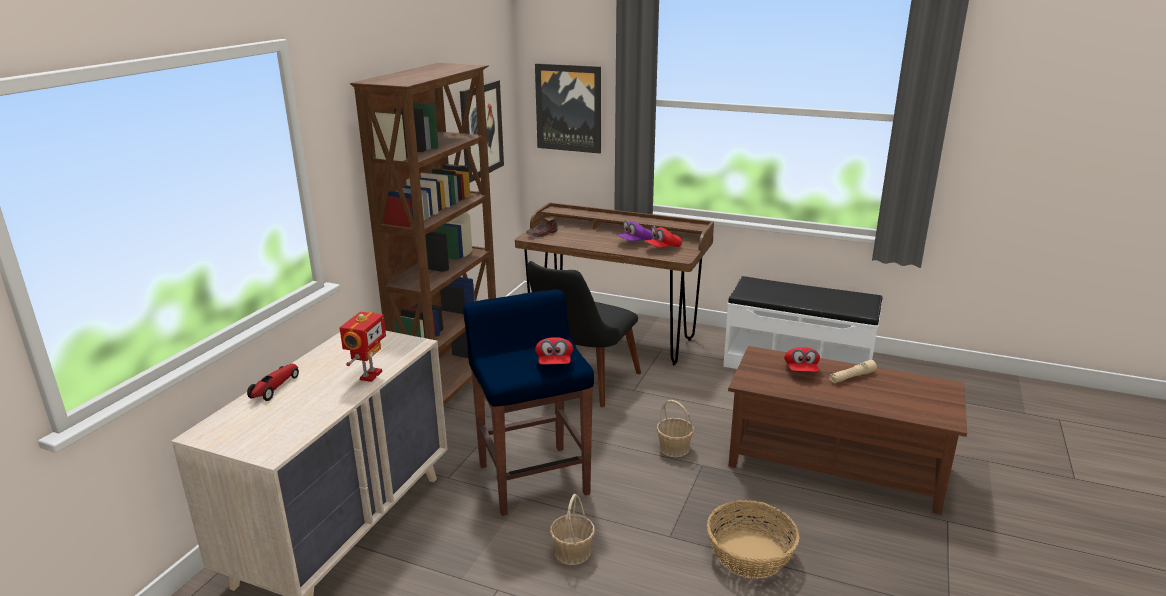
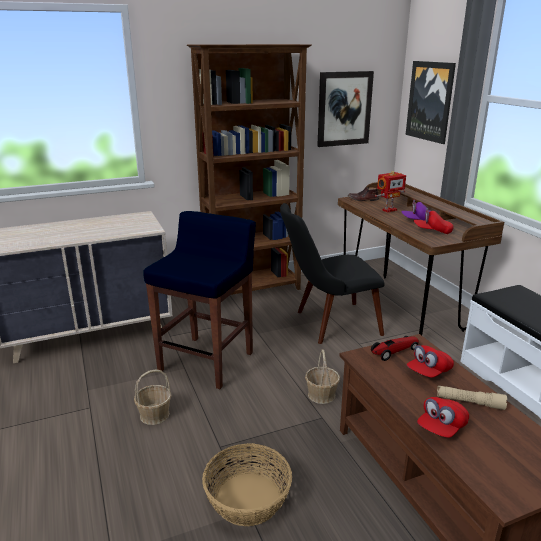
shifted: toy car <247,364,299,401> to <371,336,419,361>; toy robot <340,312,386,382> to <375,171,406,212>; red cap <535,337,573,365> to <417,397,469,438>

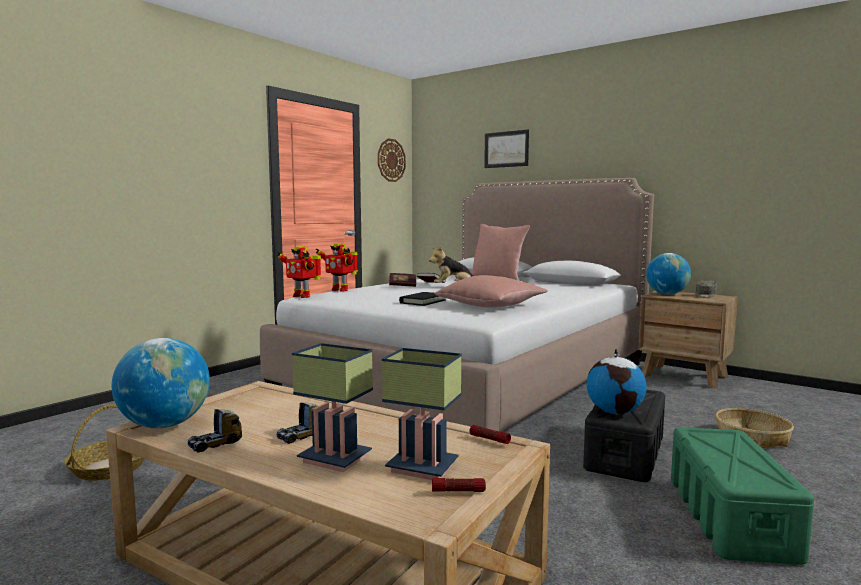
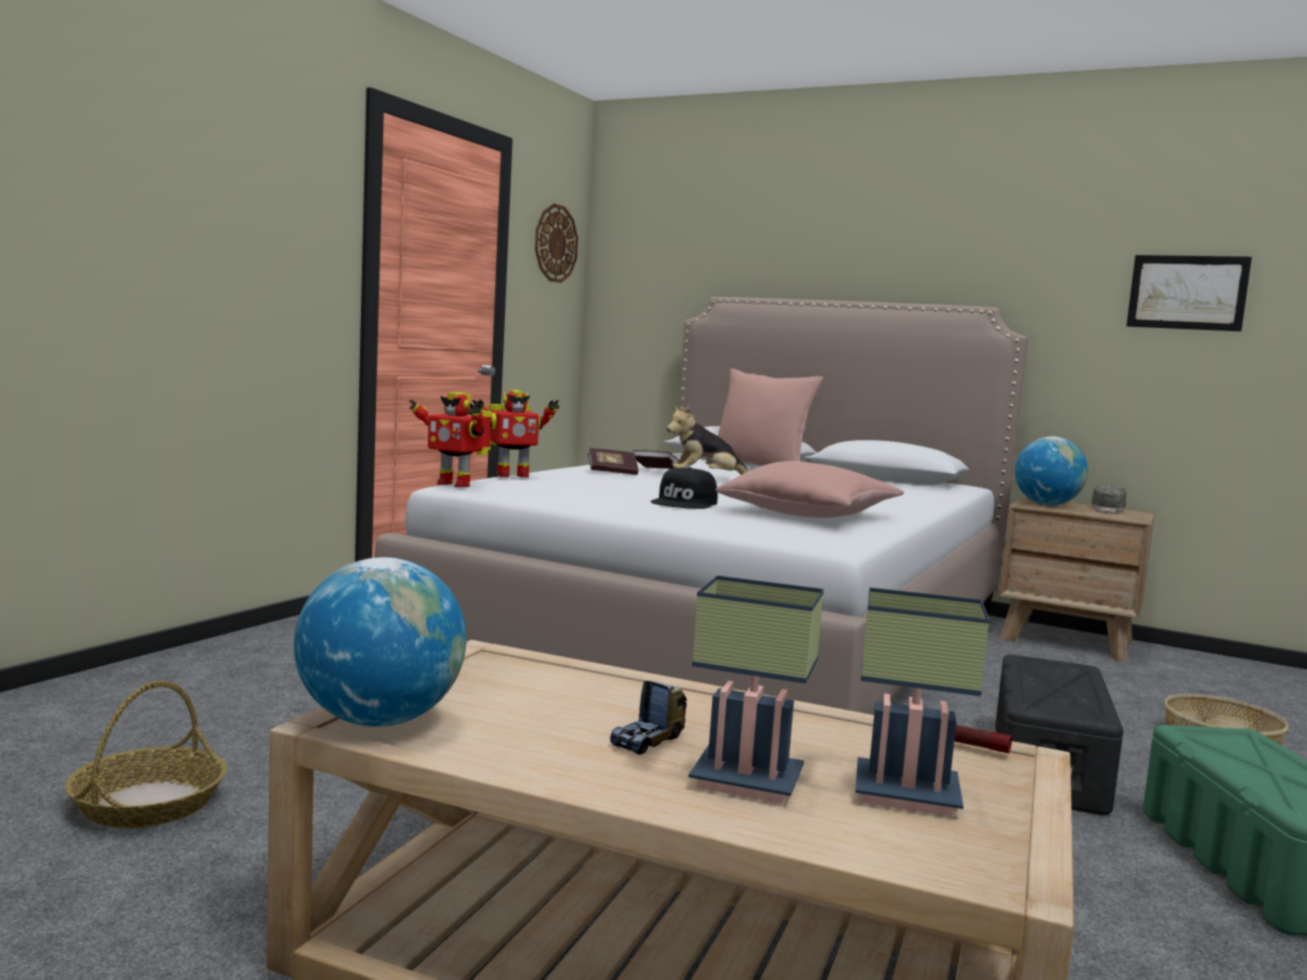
gone: toy truck <188,409,242,453>; flashlight <432,478,486,492>; globe <587,349,647,414>
shifted: picture <484,129,529,168> to <1127,255,1252,331>
swapped: black book <399,292,446,306> to black cap <651,467,718,509>
rotated: toy robot <316,243,358,292> = <472,390,559,478> 45 degrees counterclockwise

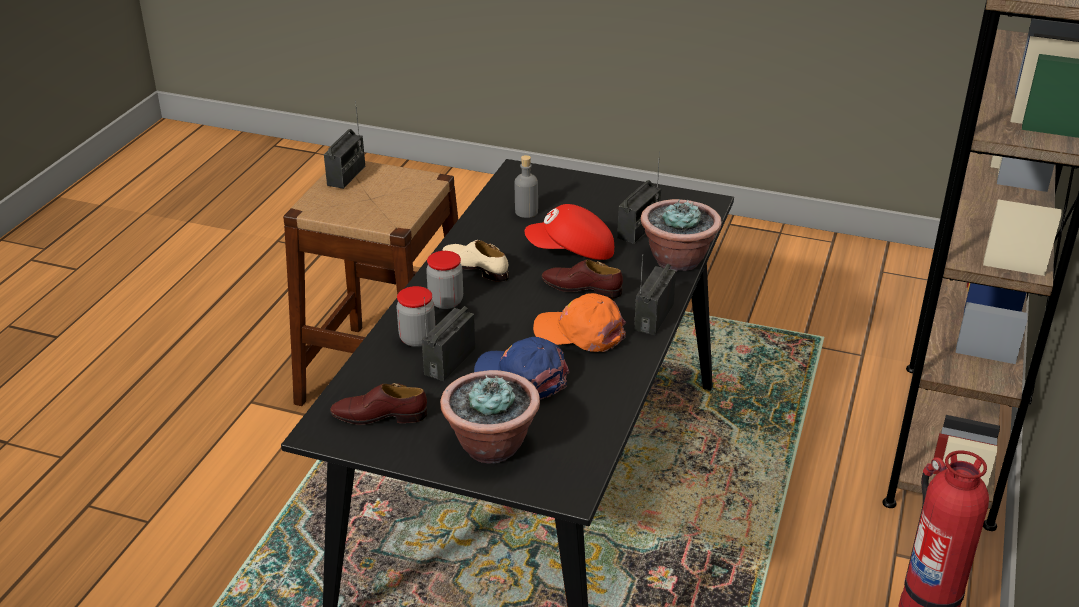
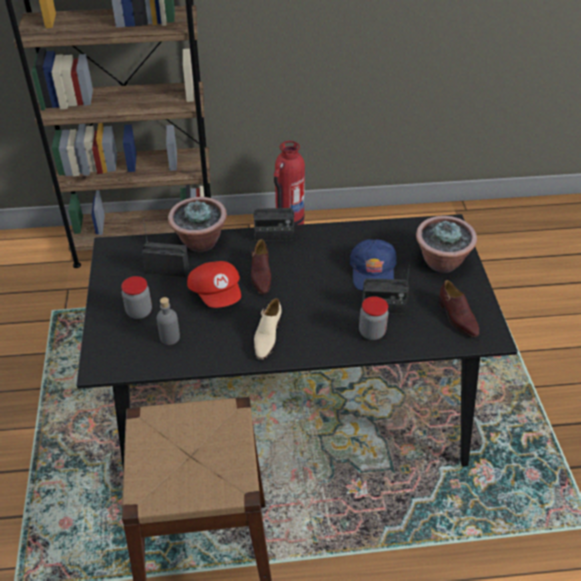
gone: radio <324,101,365,189>; orange cap <533,293,626,352>
shifted: jar <426,251,463,309> to <121,276,152,319>

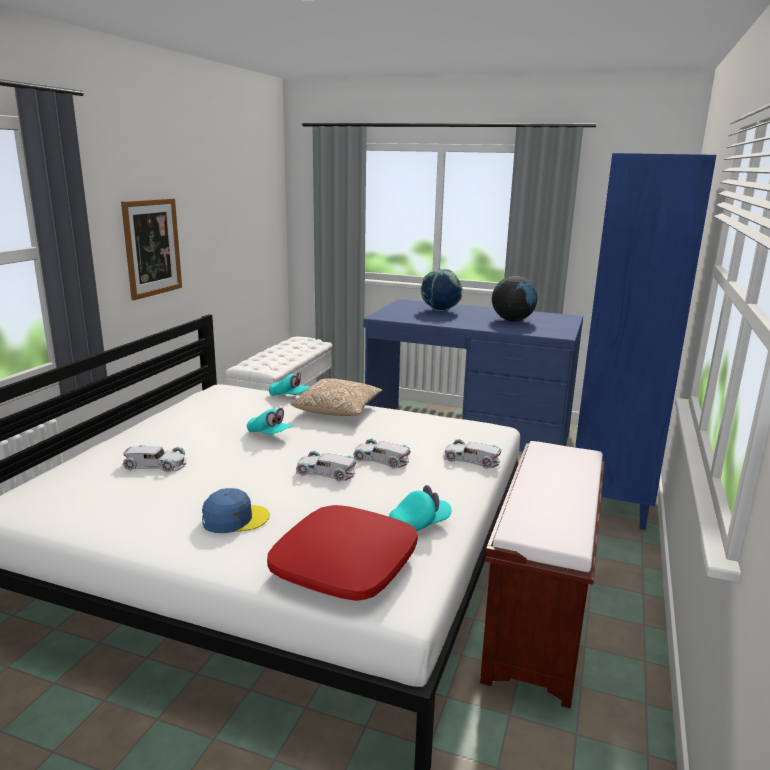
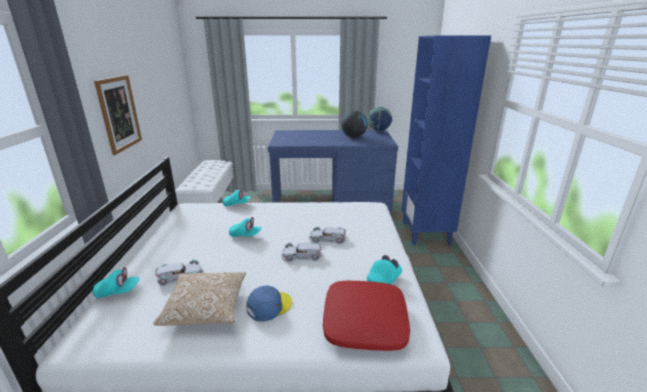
gone: white toy car <443,439,501,469>; brown bench <480,441,605,708>
new: turquoise cap <93,267,140,298>
shifted: pillow <291,378,382,416> to <153,272,246,326>; globe <421,269,463,311> to <368,107,393,132>

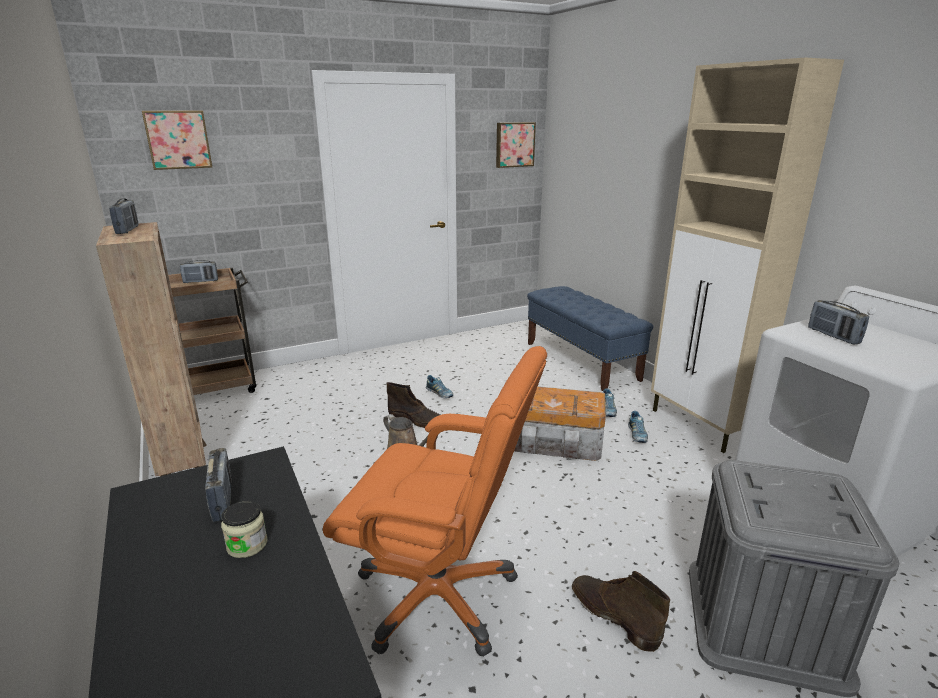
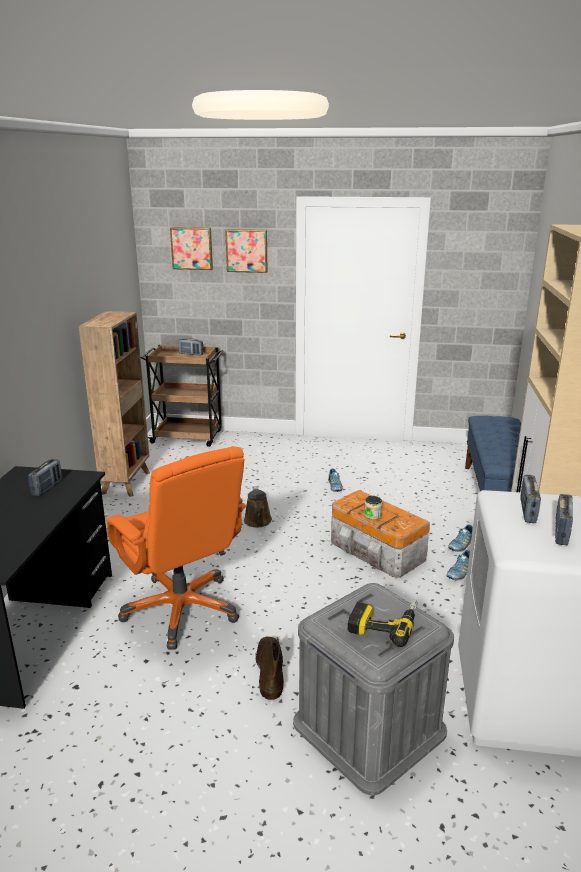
gone: brown boot <387,382,440,428>
new: power drill <348,600,418,647>
shifted: radio <109,198,139,234> to <555,494,573,545>; jar <221,501,268,558> to <364,496,382,520>; picture <496,122,536,168> to <225,229,268,273>

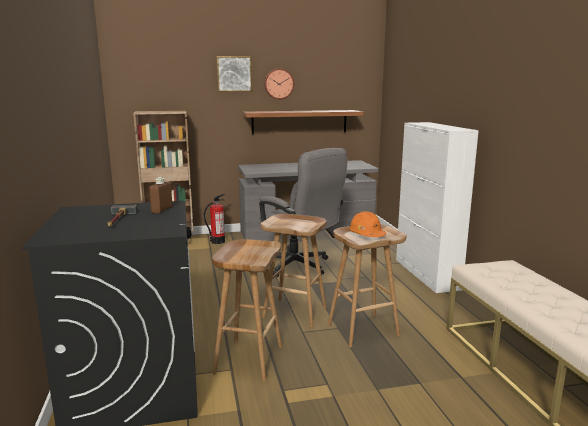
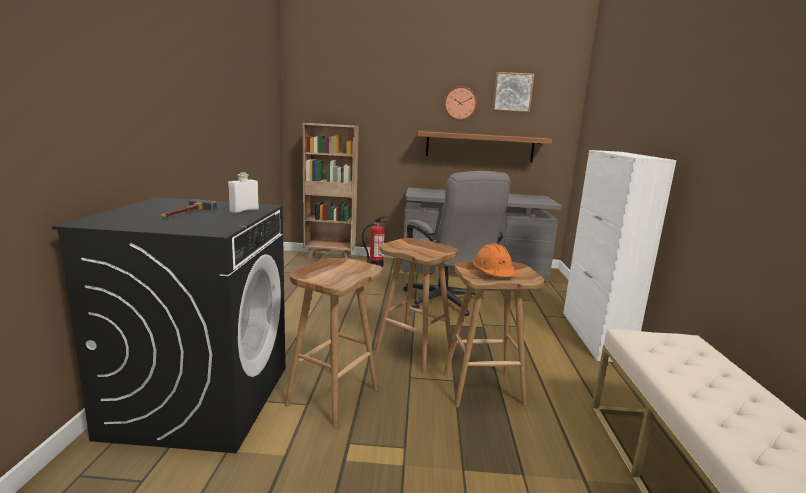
shifted: picture <216,56,252,92> to <492,72,534,113>
repainted: brown bottle <149,177,173,213> to white bottle <228,173,259,213>

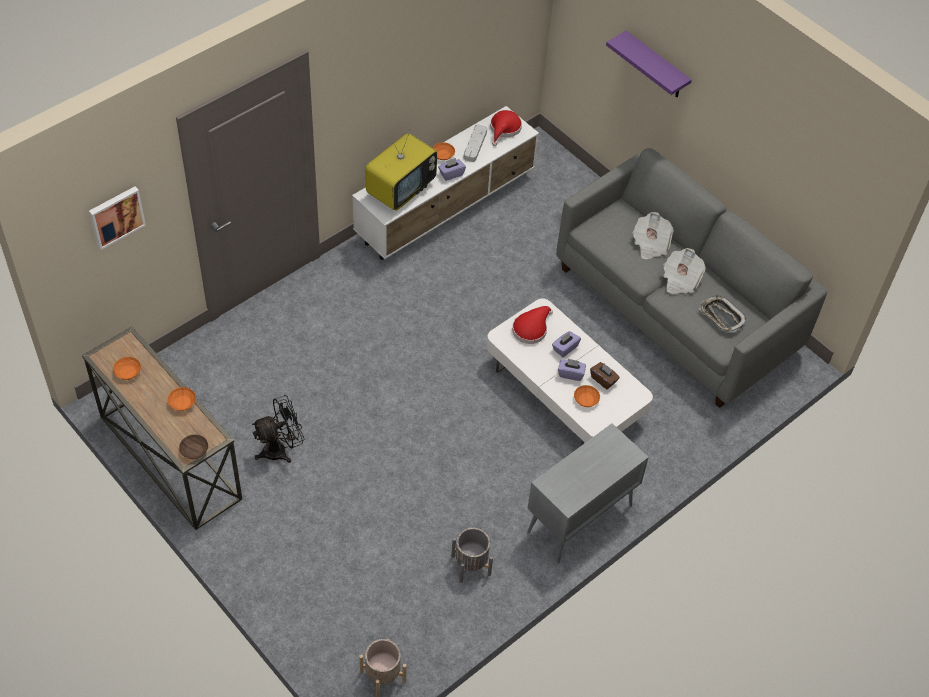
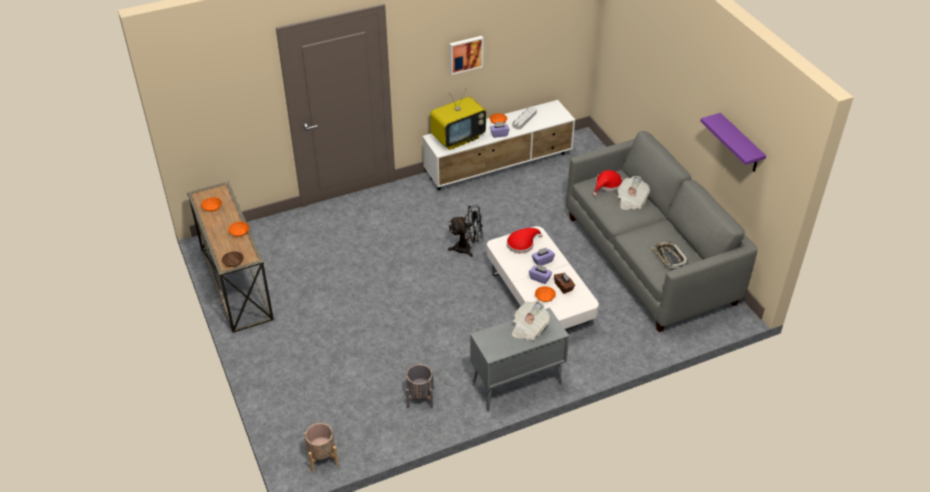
shifted: picture <89,186,146,250> to <449,36,483,75>; black fan <252,395,304,463> to <448,205,483,257>; red hat <490,110,522,146> to <593,170,622,196>; purple shelf <606,30,692,97> to <700,113,766,172>; newspaper <663,248,706,294> to <512,301,550,340>

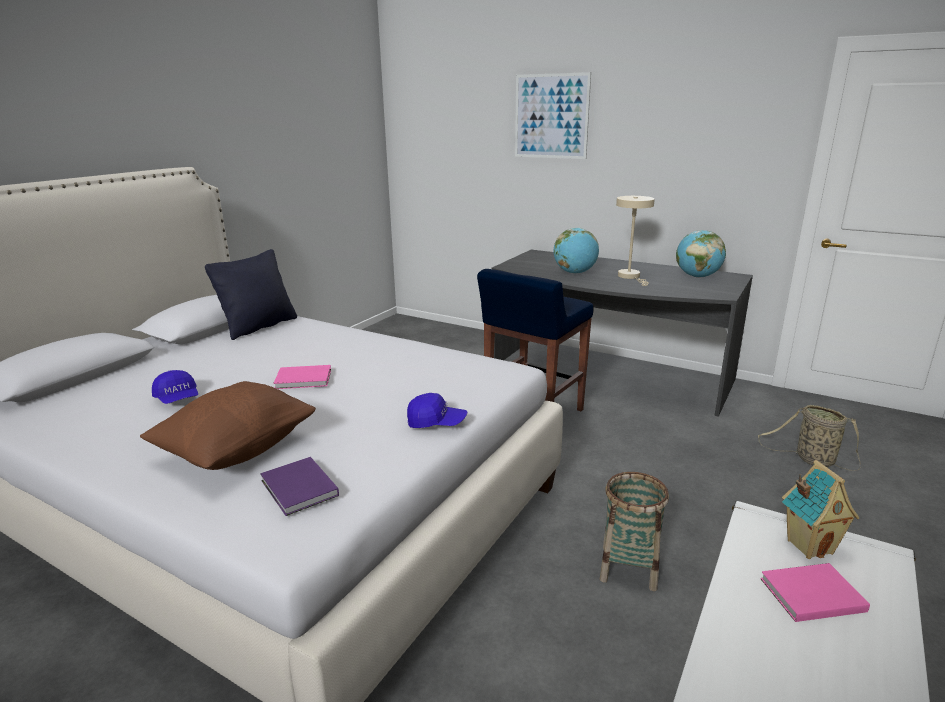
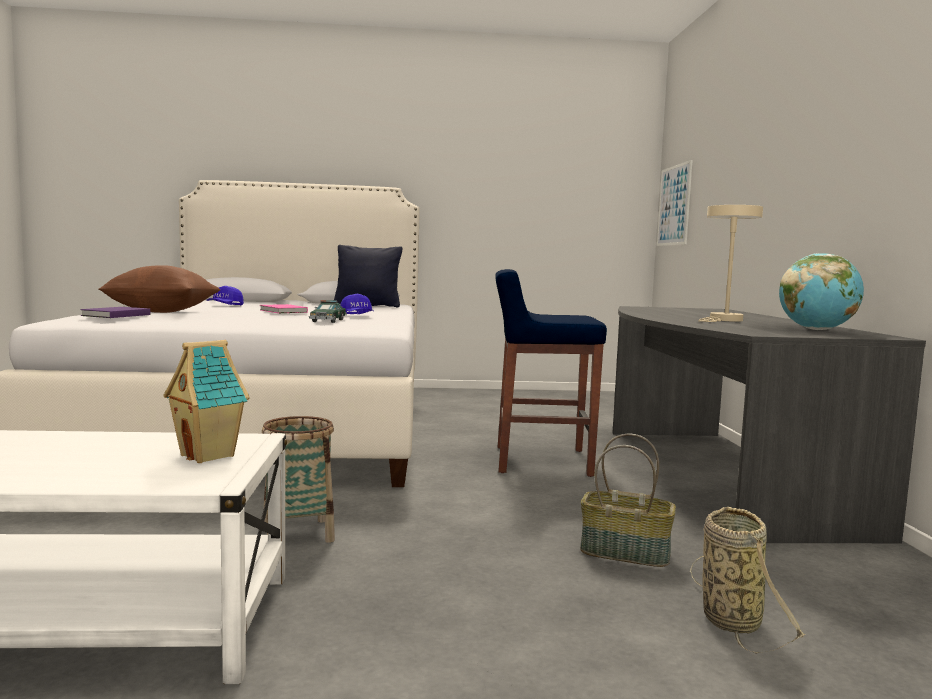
gone: globe <554,228,599,274>; pink book <760,563,870,622>
new: toy car <309,300,347,323>; basket <580,434,676,567>
shifted: blue cap <407,393,467,428> to <340,294,373,314>; picture <515,72,591,159> to <657,160,692,246>

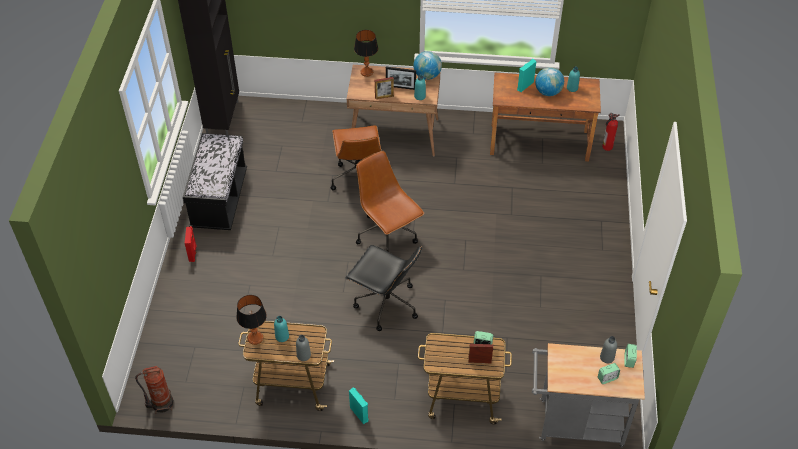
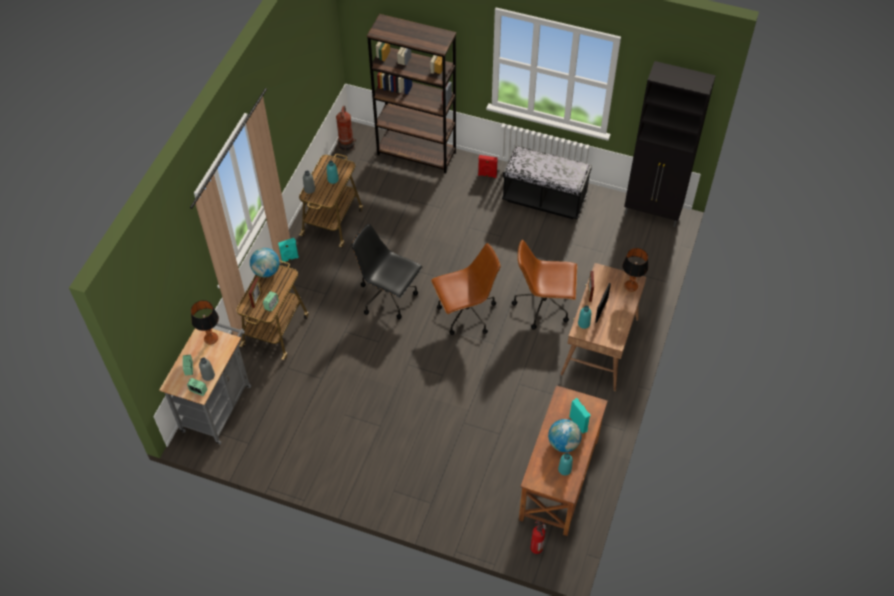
new: brown bookcase <367,14,456,173>
shifted: table lamp <236,295,267,345> to <191,300,219,345>; globe <413,51,442,80> to <250,248,280,277>
rotated: black office chair <345,245,422,331> = <352,224,423,319> 75 degrees clockwise

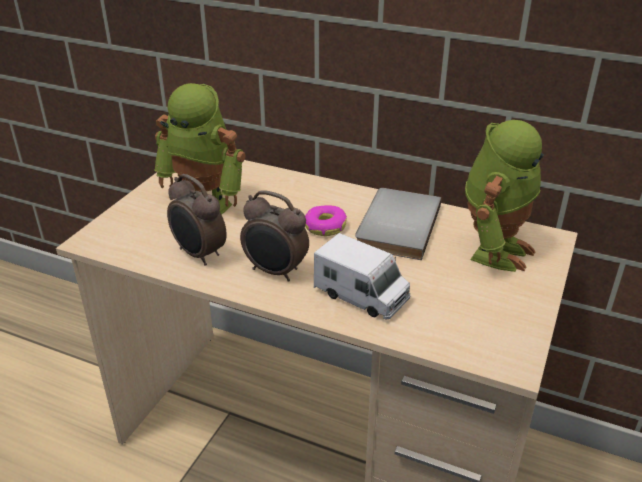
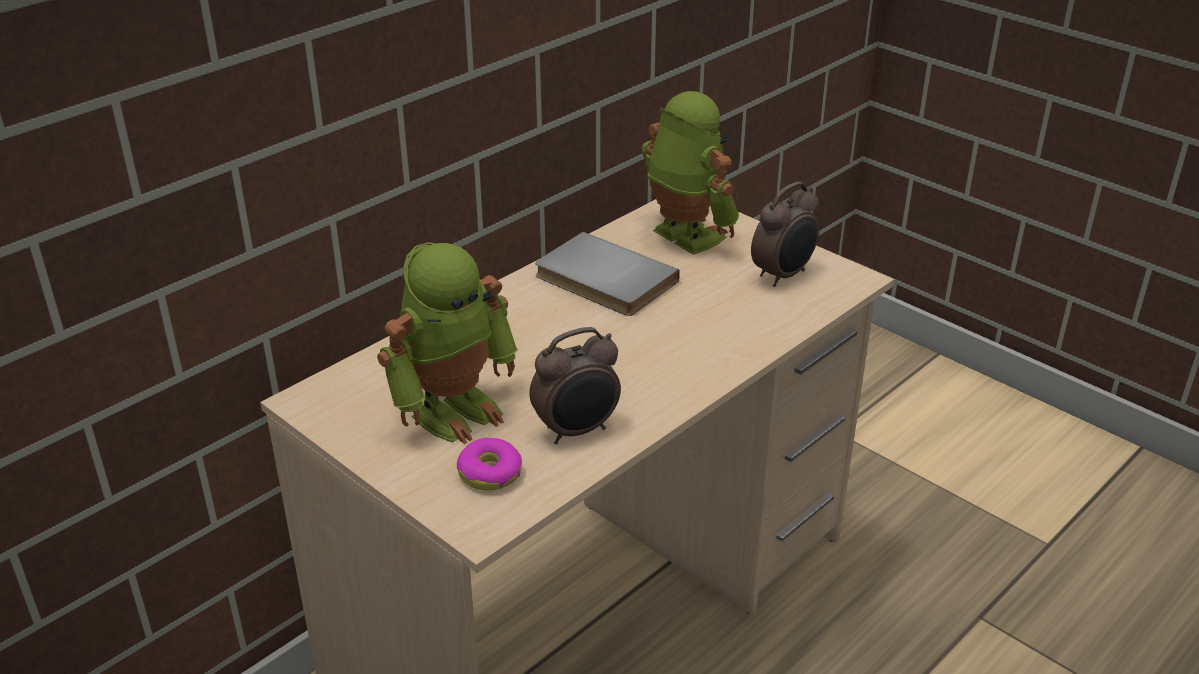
gone: toy truck <314,233,410,319>
shifted: alarm clock <240,190,309,282> to <751,182,819,287>; donut <305,205,347,236> to <457,438,522,491>

